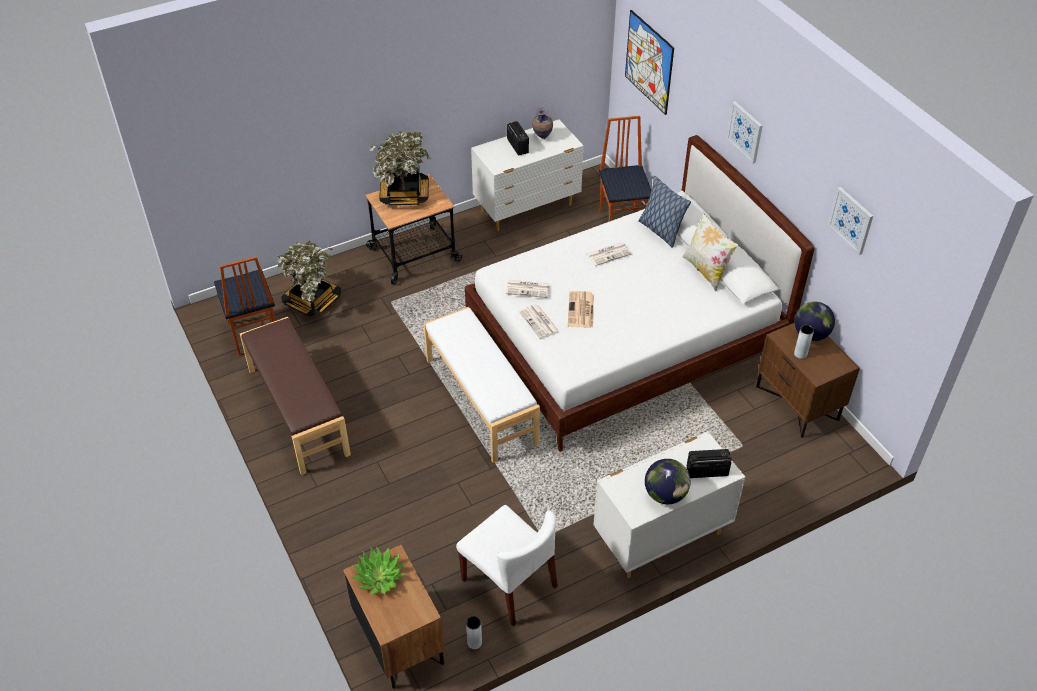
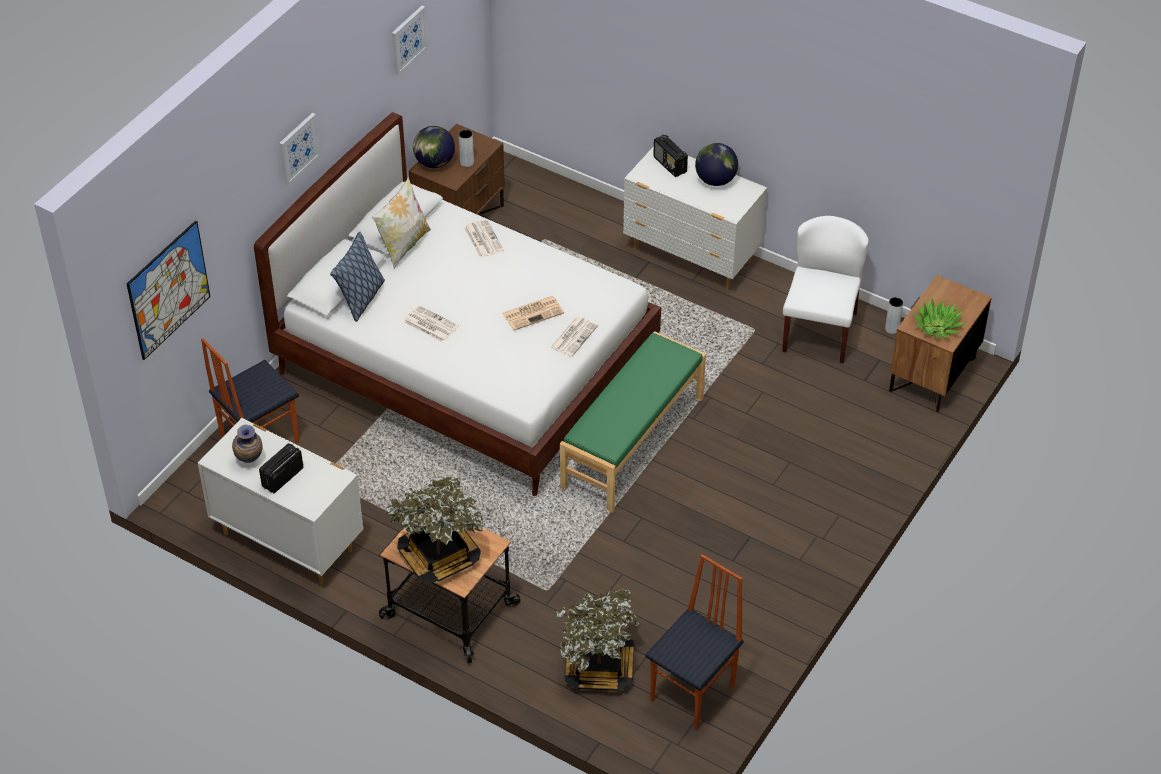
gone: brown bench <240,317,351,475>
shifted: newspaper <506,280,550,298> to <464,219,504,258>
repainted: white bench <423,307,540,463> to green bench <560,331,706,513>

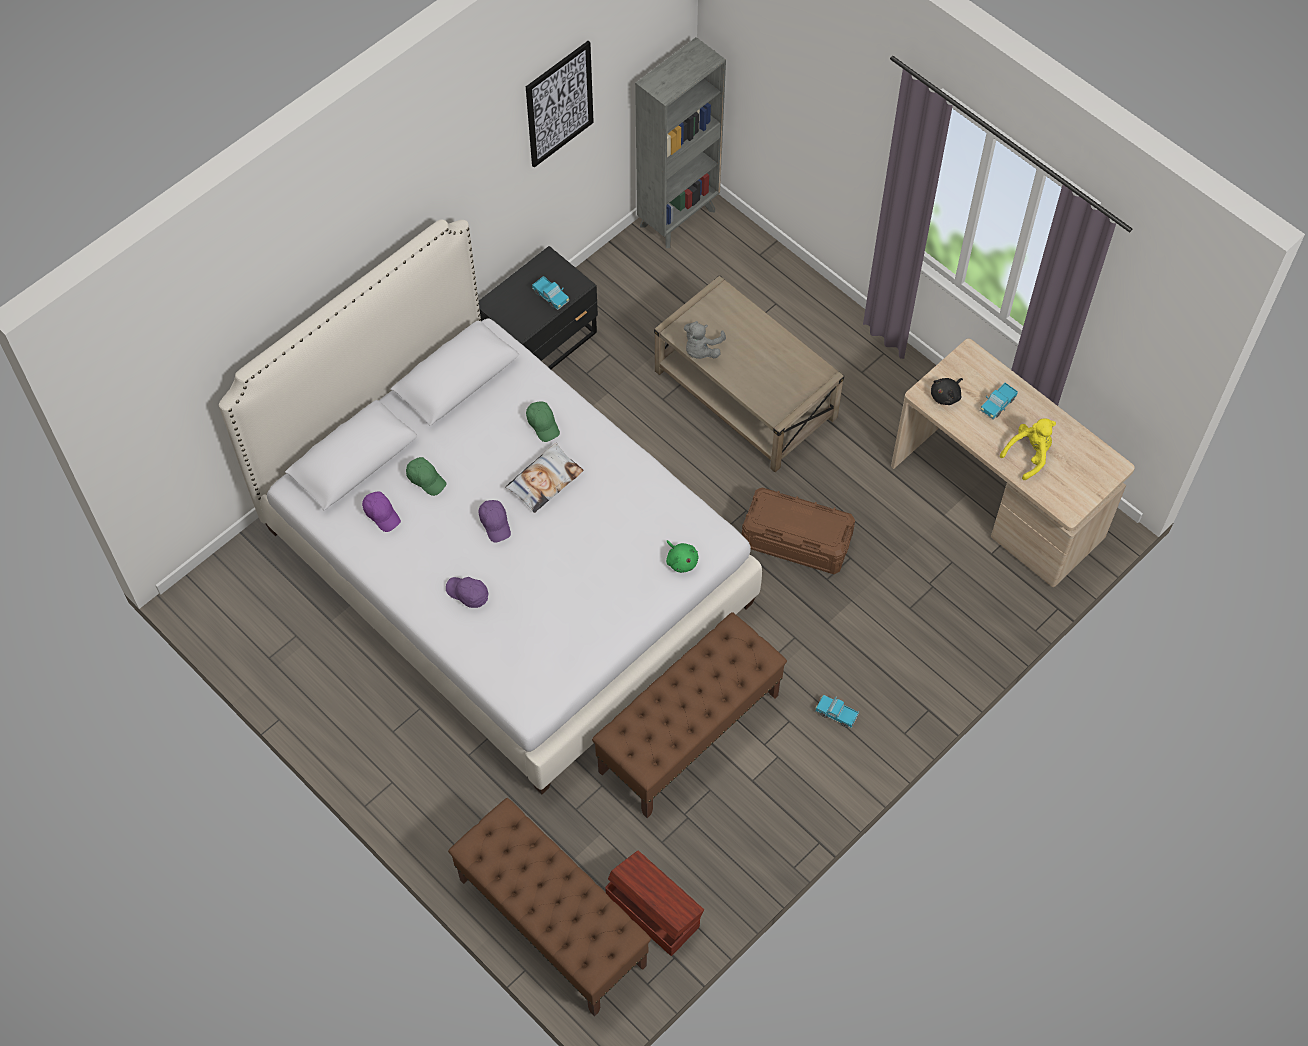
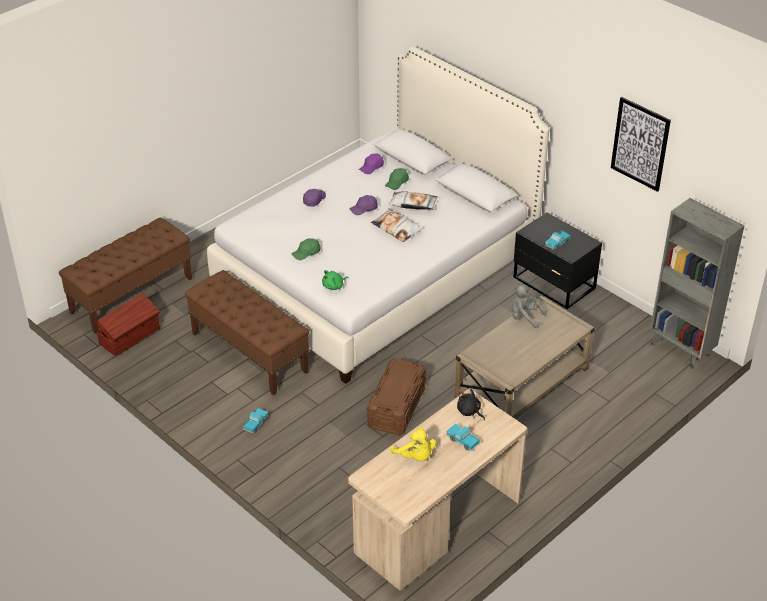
new: pillow <388,191,438,210>
shifted: green cap <526,402,560,442> to <292,238,320,260>

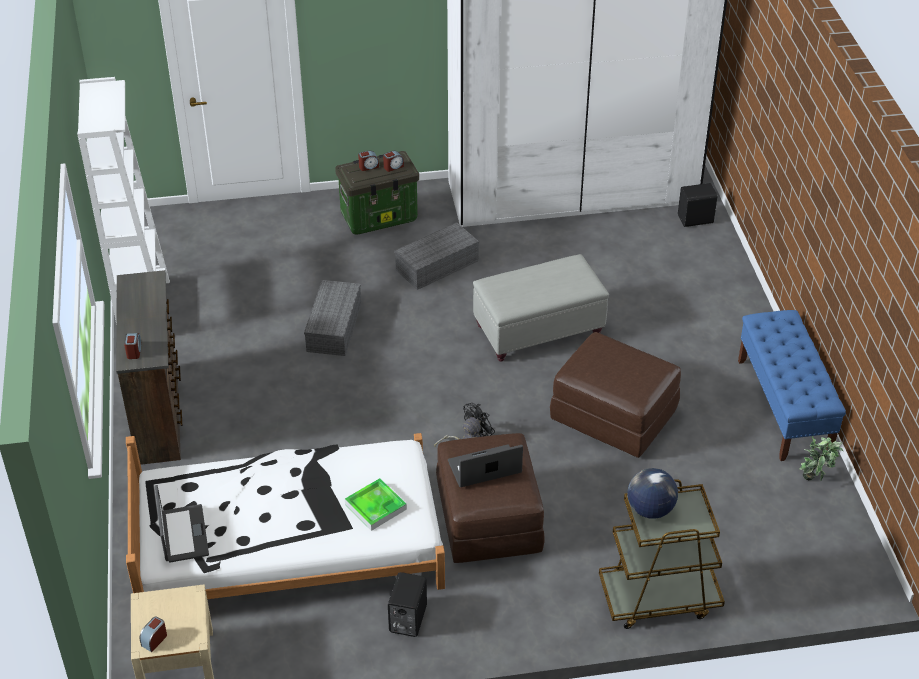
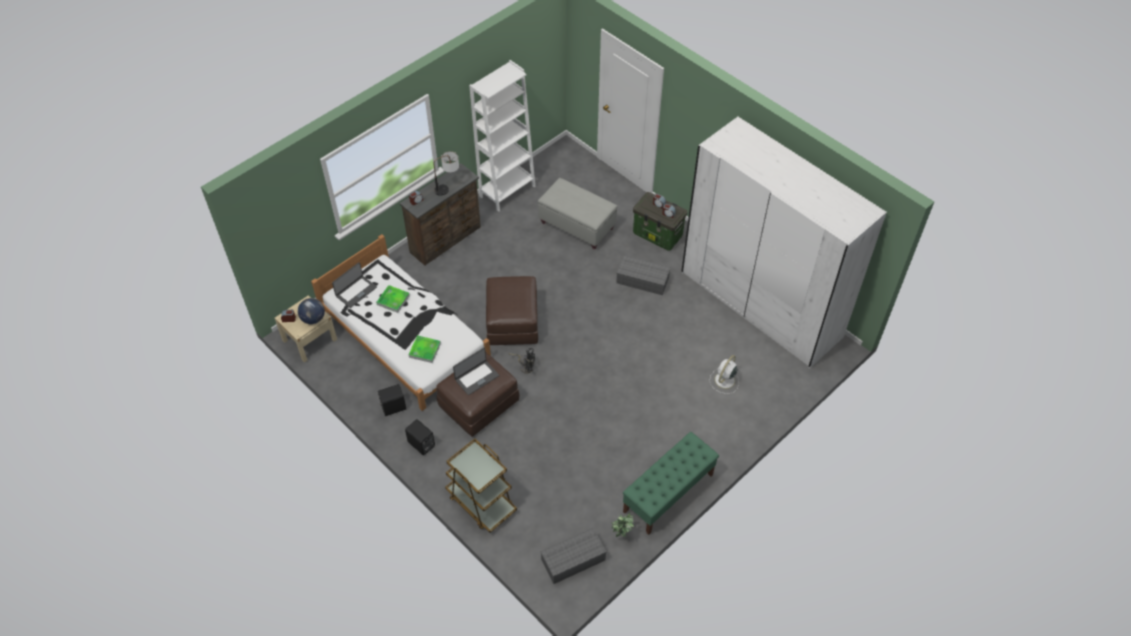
new: tray <376,285,410,313>; table lamp <434,151,459,196>; white fan <709,355,739,394>
shifted: grey storage box <304,280,361,356> to <540,528,607,584>; grey ottoman <473,254,609,362> to <538,178,618,249>; brown ottoman <550,332,681,458> to <486,276,538,345>; globe <627,468,678,519> to <298,298,325,324>; black speaker <678,183,717,227> to <405,419,435,455>
repainted: blue bench <738,310,846,461> to green bench <623,432,719,535>
rotated: laptop <448,444,523,487> = <453,347,499,395> 105 degrees clockwise

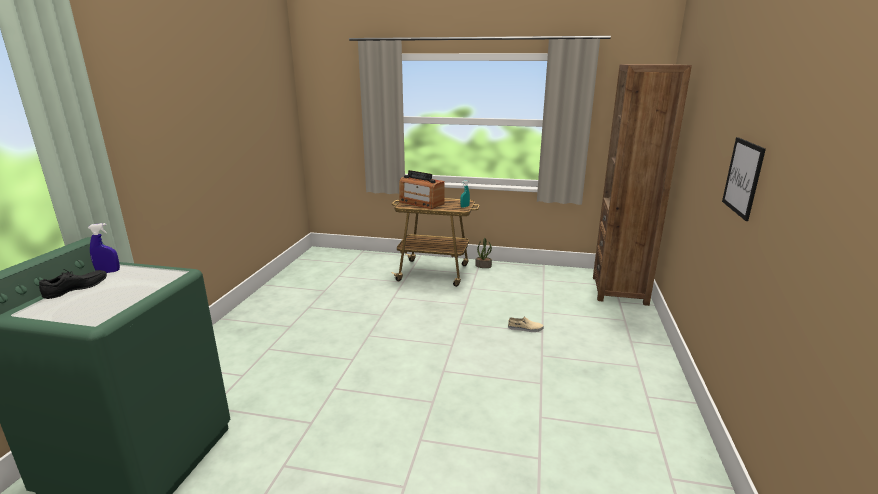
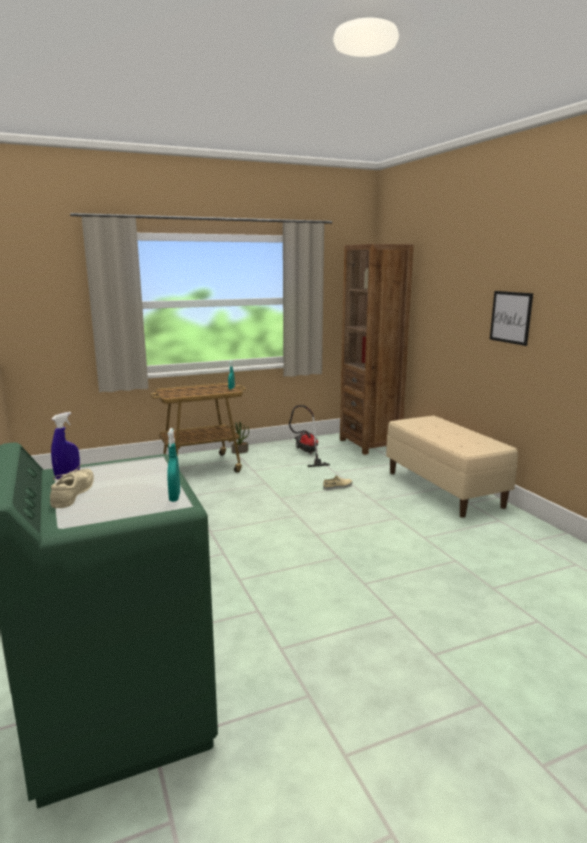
gone: radio <399,170,445,209>
new: turquoise spray bottle <167,428,180,502>; vacuum cleaner <289,405,330,467>; beige bench <386,416,518,518>
repainted: black shoe <39,269,107,299> to beige shoe <50,464,94,508>

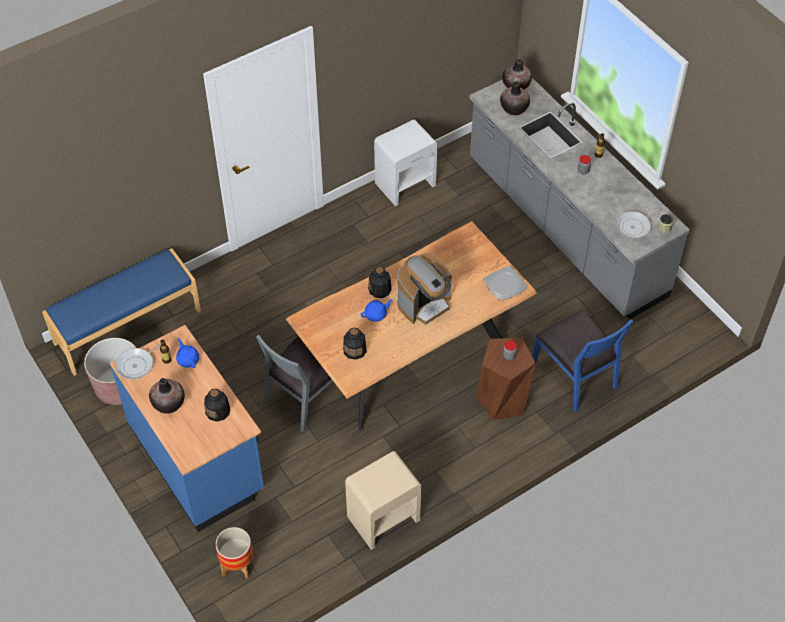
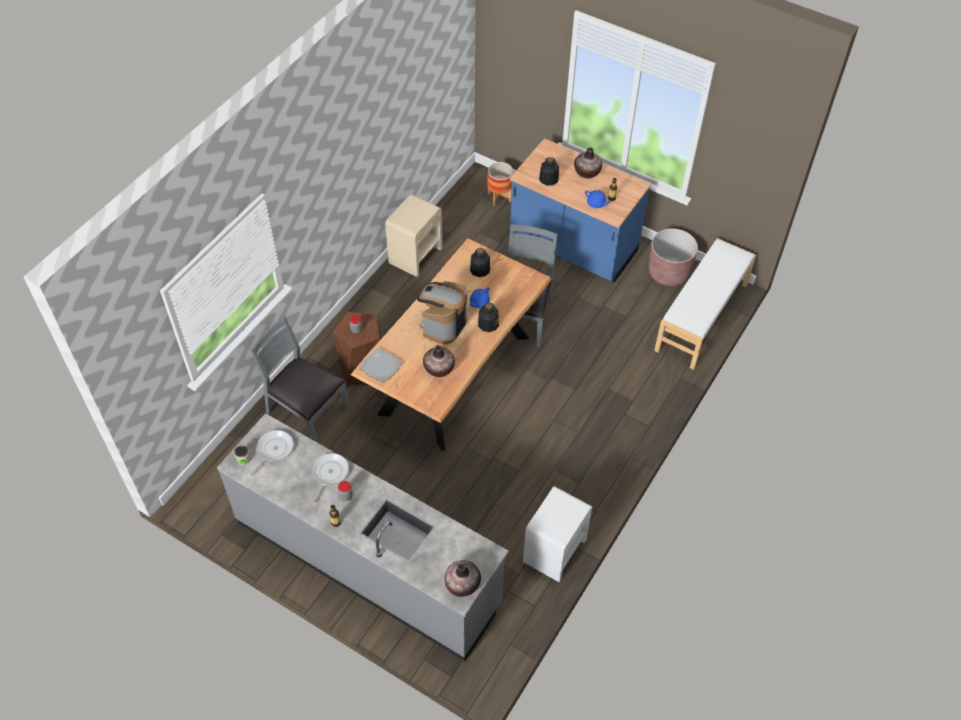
shifted: frying pan <115,343,161,380> to <311,453,349,503>; vase <500,82,530,115> to <423,345,455,377>
repainted: blue bench <42,248,201,376> to white bench <654,238,756,370>; blue chair <532,310,633,412> to grey chair <251,317,351,442>

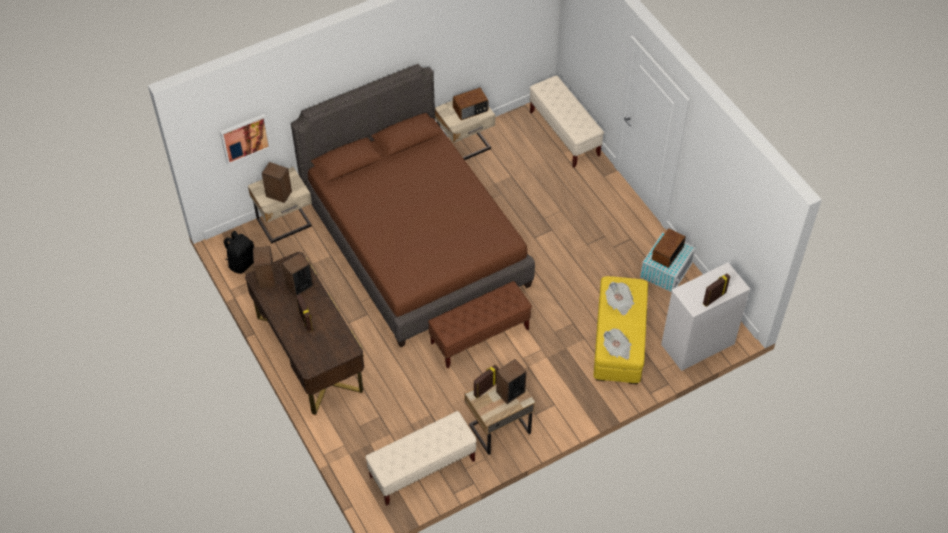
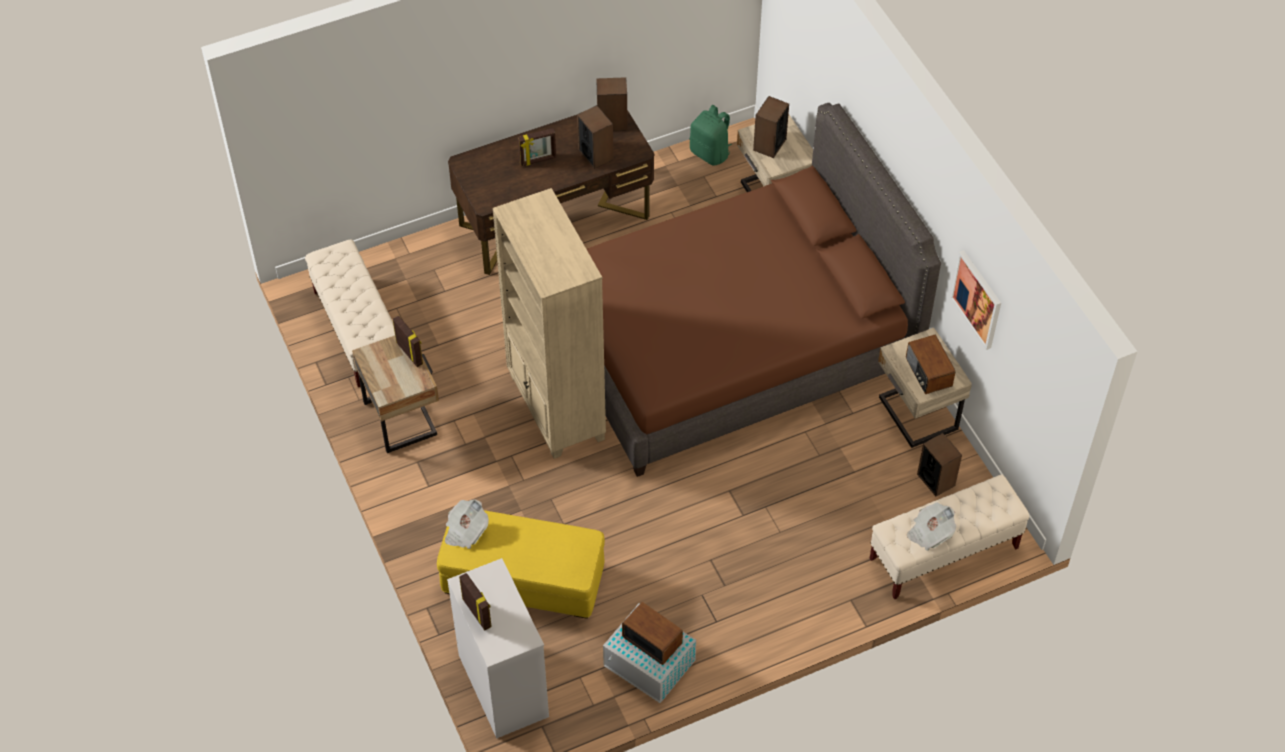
shifted: picture <220,114,271,165> to <950,250,1001,350>; speaker <496,359,526,404> to <917,433,962,496>; newspaper <605,282,635,315> to <907,502,956,551>
swapped: brown bench <428,281,532,368> to beige bookcase <493,188,606,459>
repainted: black backpack <224,231,254,274> to green backpack <689,105,732,166>

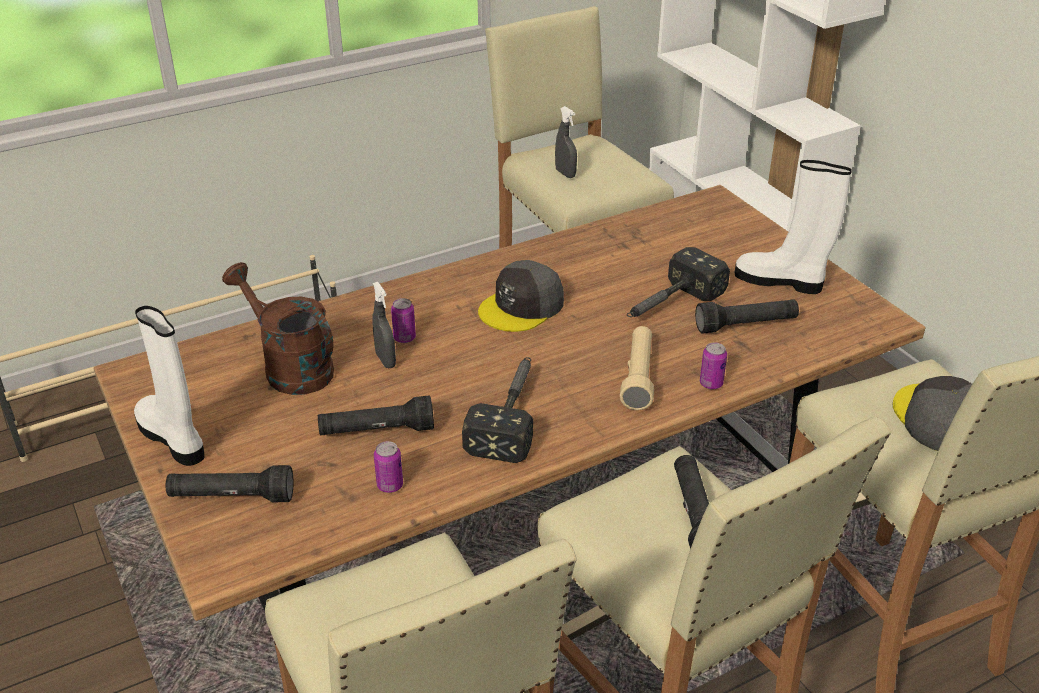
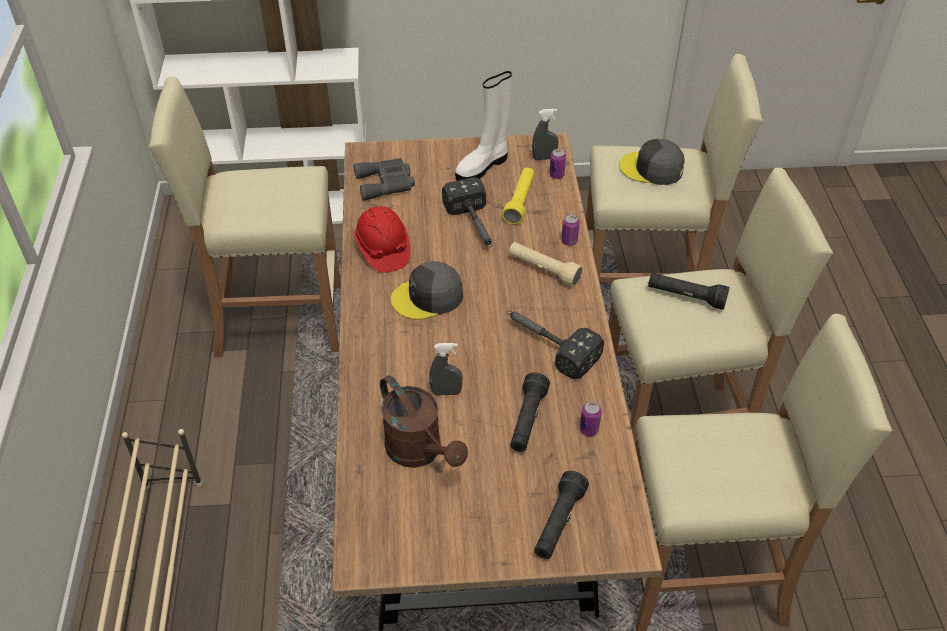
gone: white boot <134,306,205,466>
new: grey binoculars <354,158,415,200>; red hard hat <354,206,410,273>
shifted: can <391,298,416,343> to <549,149,566,179>; grey spray bottle <555,106,577,178> to <532,109,558,160>
repainted: black flashlight <695,299,799,334> to yellow flashlight <502,168,535,224>
rotated: brown watering can <222,262,334,395> = <380,375,468,468> 105 degrees counterclockwise; grey cap <478,260,564,332> = <391,261,463,320> 90 degrees clockwise

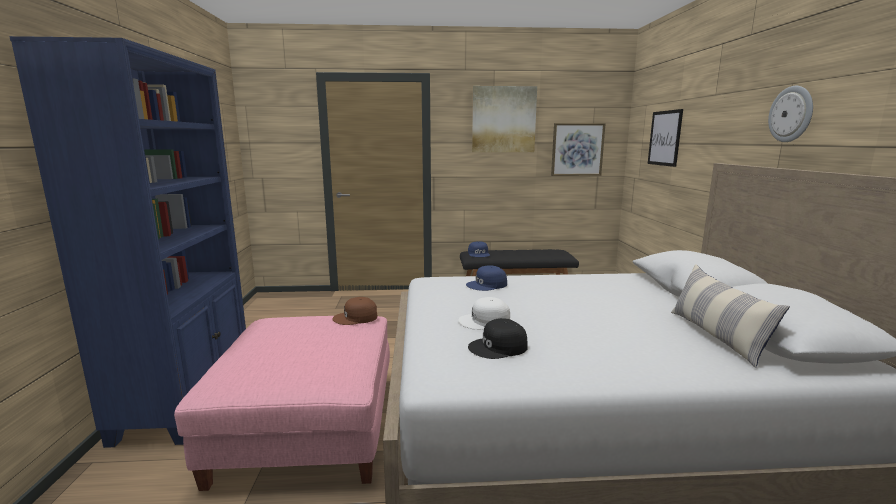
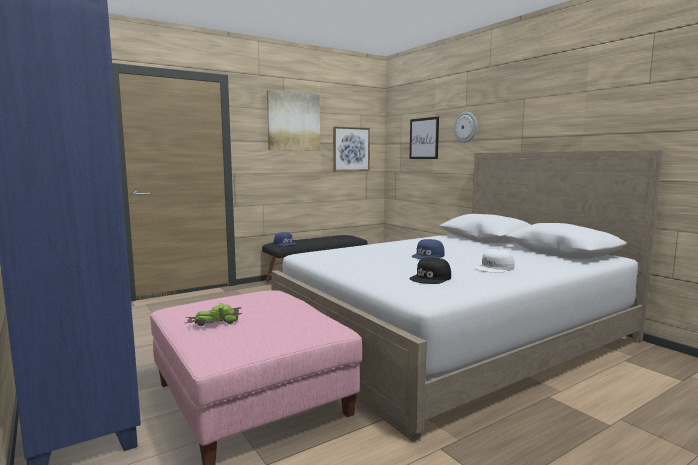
gone: brown cap <332,297,377,325>; pillow <671,264,790,368>
new: toy car <185,303,242,326>
shifted: white cap <458,297,510,330> to <474,249,515,273>; blue cap <466,265,507,291> to <412,239,445,259>; wall clock <768,86,813,142> to <454,112,477,143>

